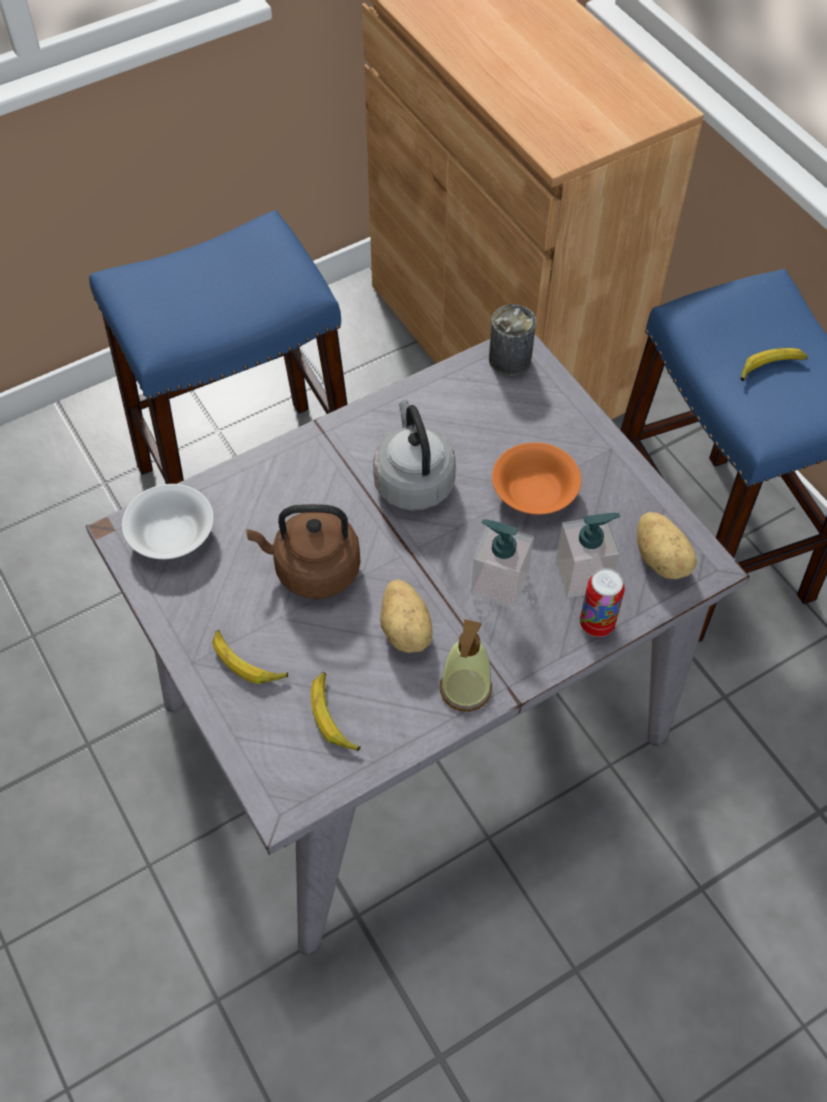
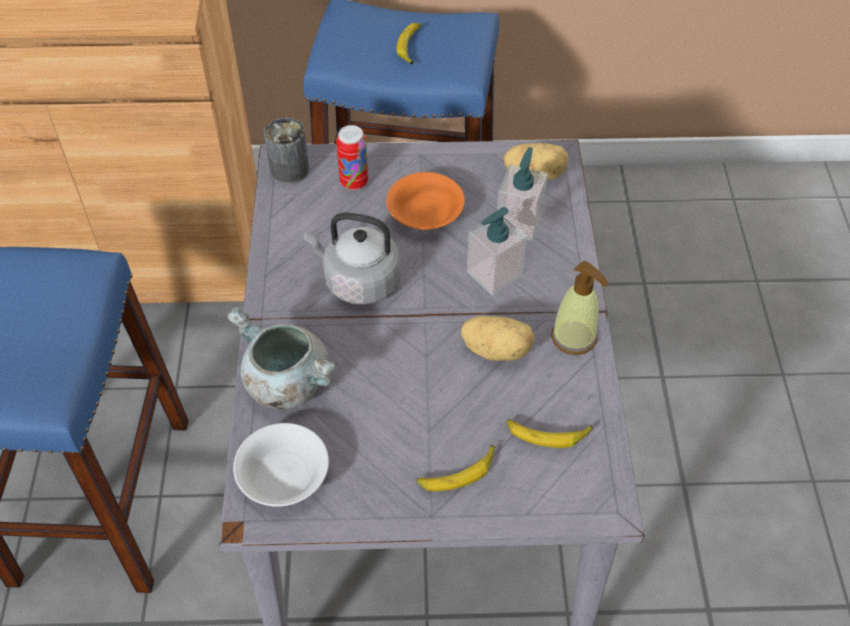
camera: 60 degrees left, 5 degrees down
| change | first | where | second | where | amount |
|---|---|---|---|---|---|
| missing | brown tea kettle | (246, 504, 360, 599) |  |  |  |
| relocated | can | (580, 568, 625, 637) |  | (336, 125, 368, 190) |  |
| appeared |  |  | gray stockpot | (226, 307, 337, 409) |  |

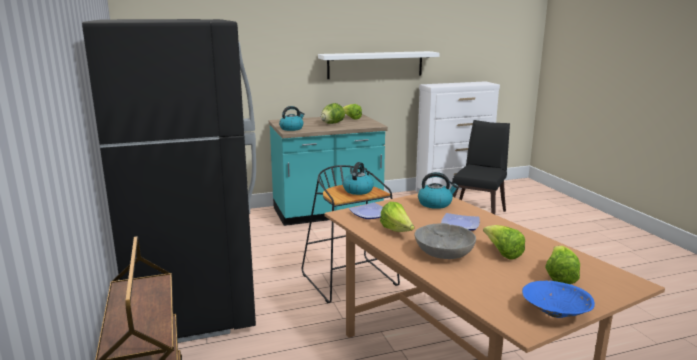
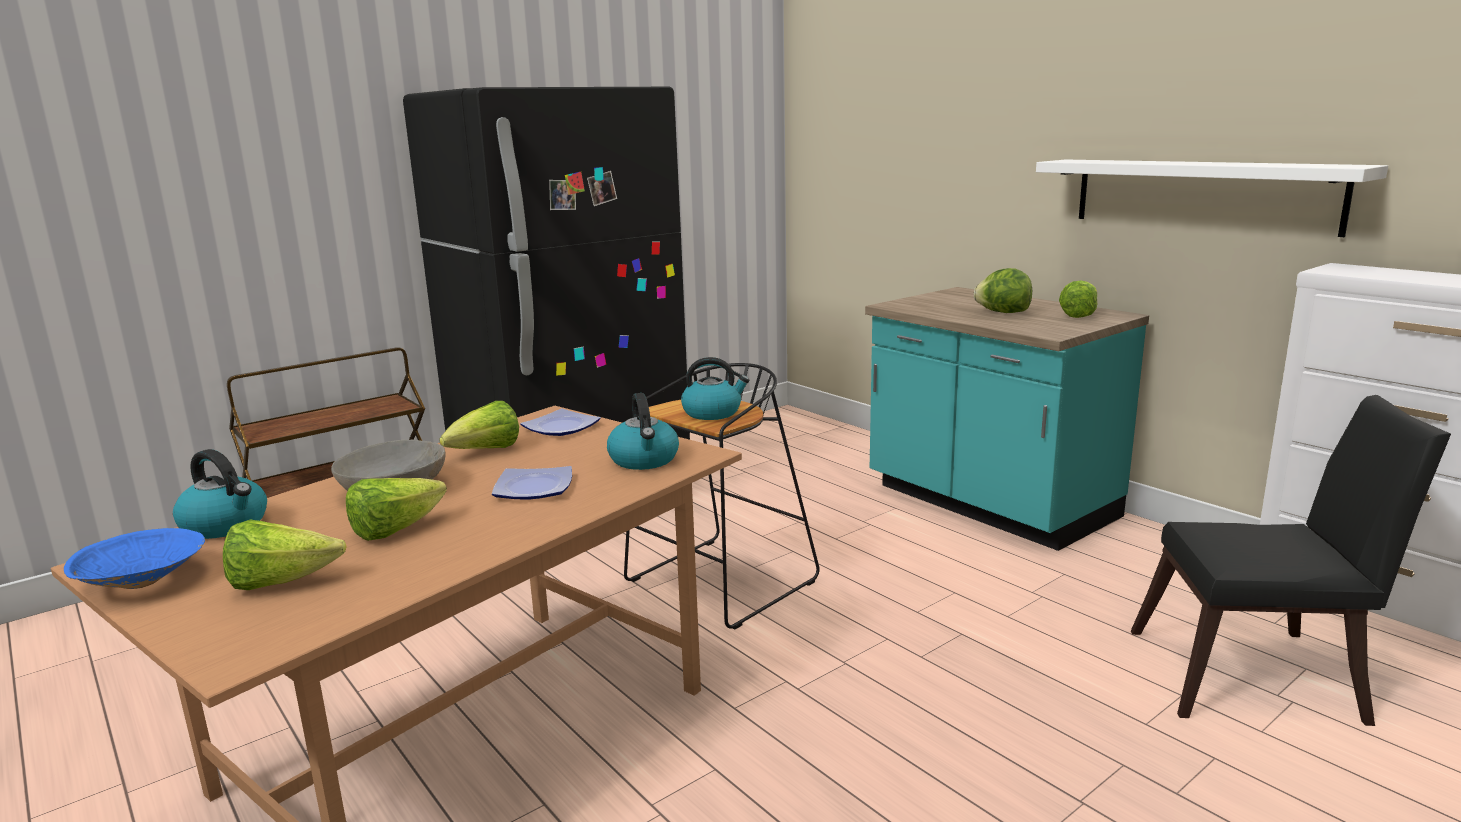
camera: 70 degrees right, 0 degrees up
| change | first | where | second | where | amount |
|---|---|---|---|---|---|
| relocated | tea kettle | (279, 106, 305, 131) |  | (173, 449, 267, 539) |  |

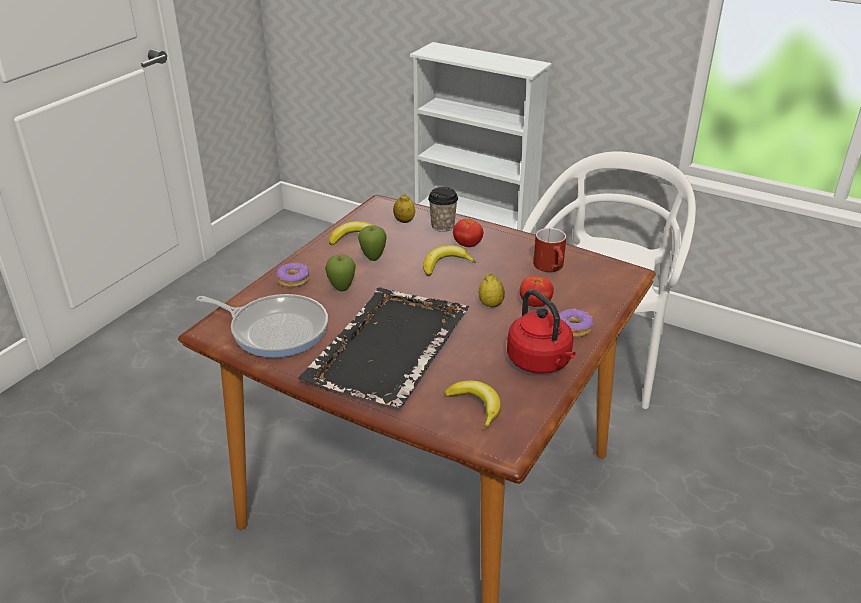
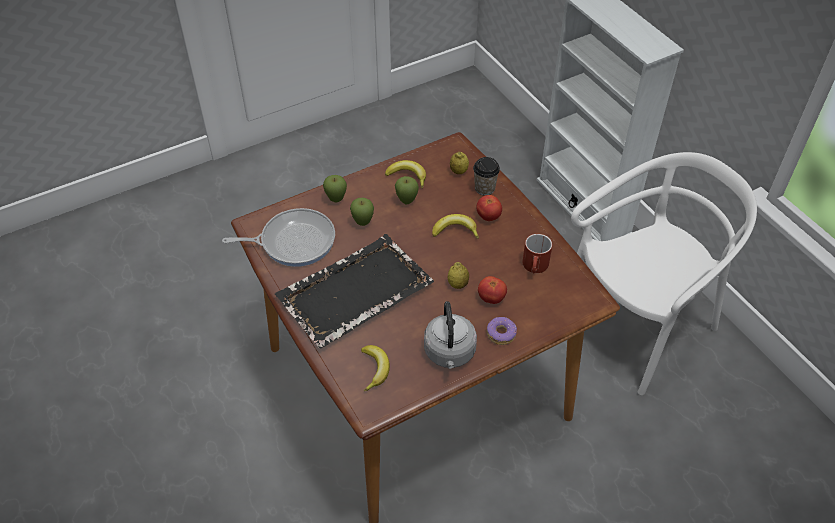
camera: 30 degrees right, 15 degrees up
| change | first | where | second | where | amount |
|---|---|---|---|---|---|
| spun | pan | (196, 294, 328, 358) |  | (222, 208, 335, 267) | 60 degrees counterclockwise |
| exchanged | donut | (277, 263, 309, 287) | apple fruit | (323, 175, 347, 202) |  |
| colour | red tea kettle | (507, 290, 576, 374) | gray tea kettle | (424, 301, 477, 369) |  |

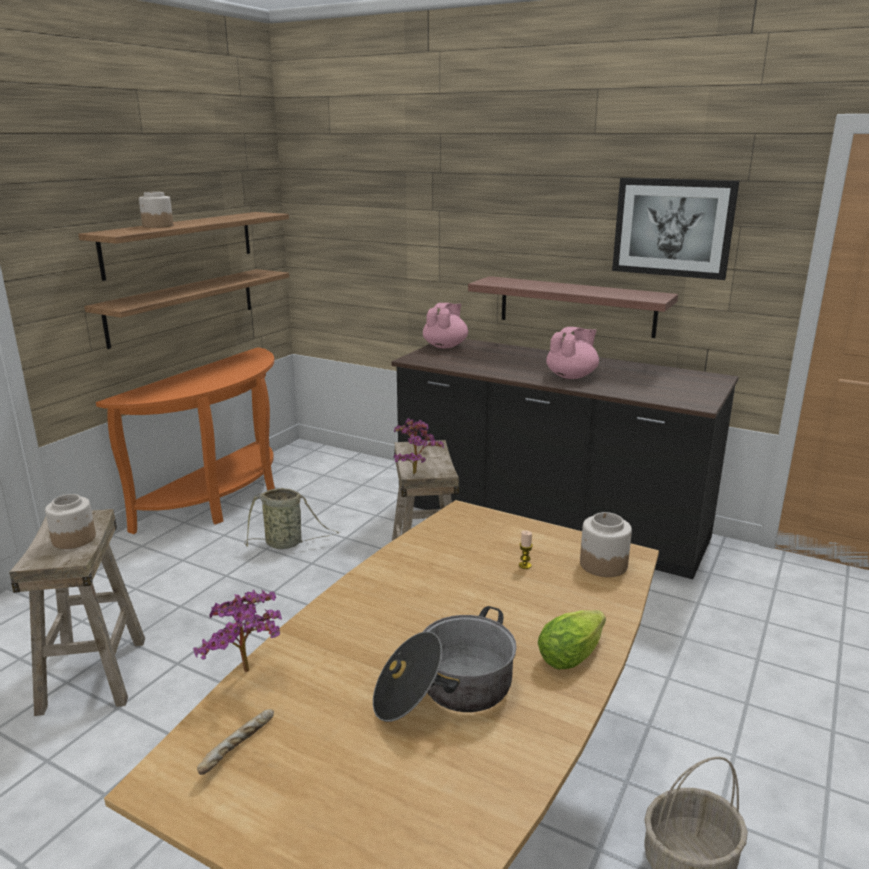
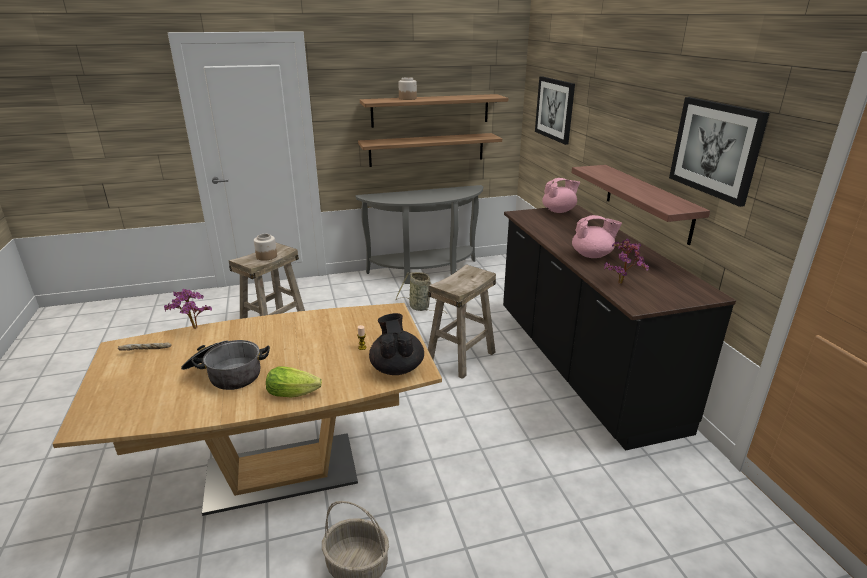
camera: 45 degrees right, 5 degrees up
| change | first | where | second | where | amount |
|---|---|---|---|---|---|
| colour | orange-coloured hall table | (96, 347, 275, 534) | gray hall table | (355, 185, 483, 284) |  |
| relocated | potted plant | (393, 418, 444, 474) |  | (604, 239, 649, 284) |  |
| exchanged | preserve jar | (580, 512, 632, 577) | black teapot | (369, 313, 424, 375) |  |
| appeared |  |  | picture | (535, 76, 575, 145) |  |

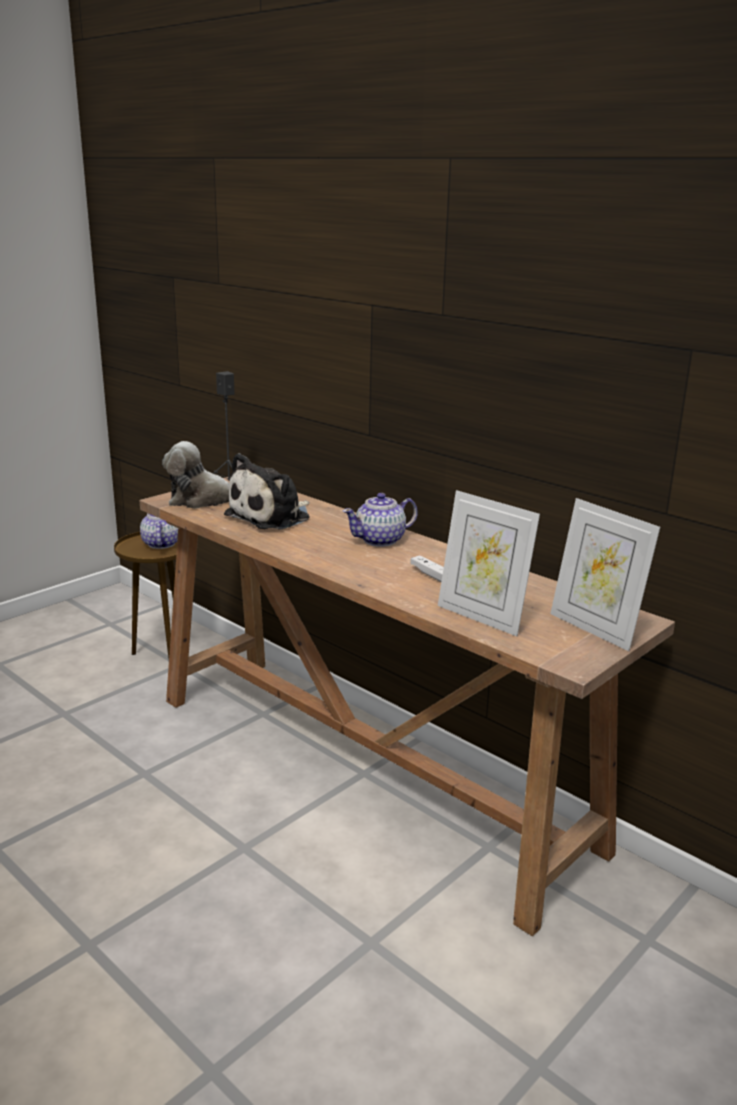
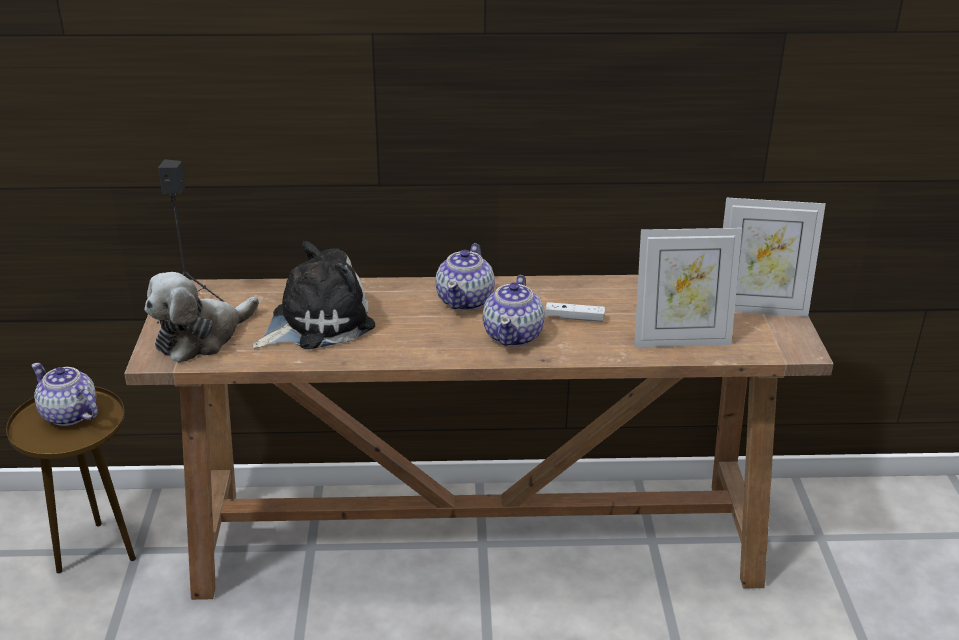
camera: 45 degrees left, 10 degrees up
| change | first | where | second | where | amount |
|---|---|---|---|---|---|
| spun | cuddly toy | (224, 453, 310, 529) |  | (253, 241, 375, 349) | 120 degrees counterclockwise |
| appeared |  |  | teapot | (483, 275, 545, 347) |  |

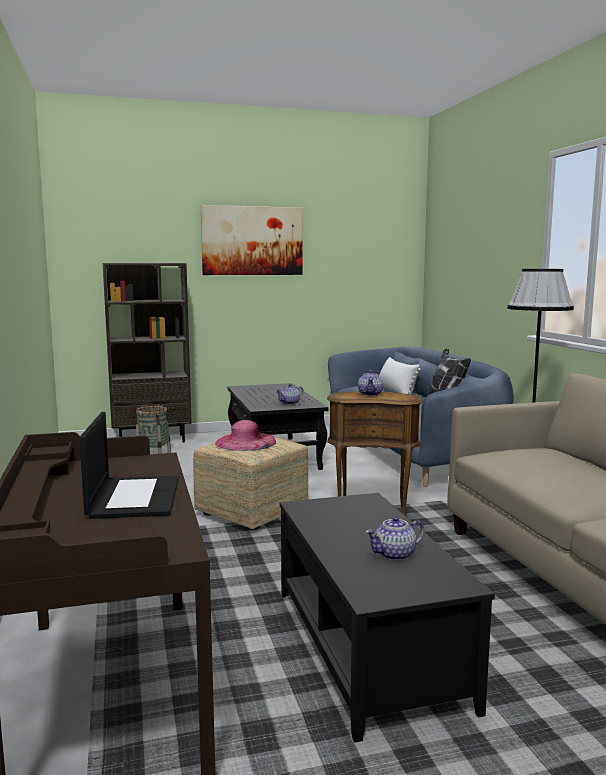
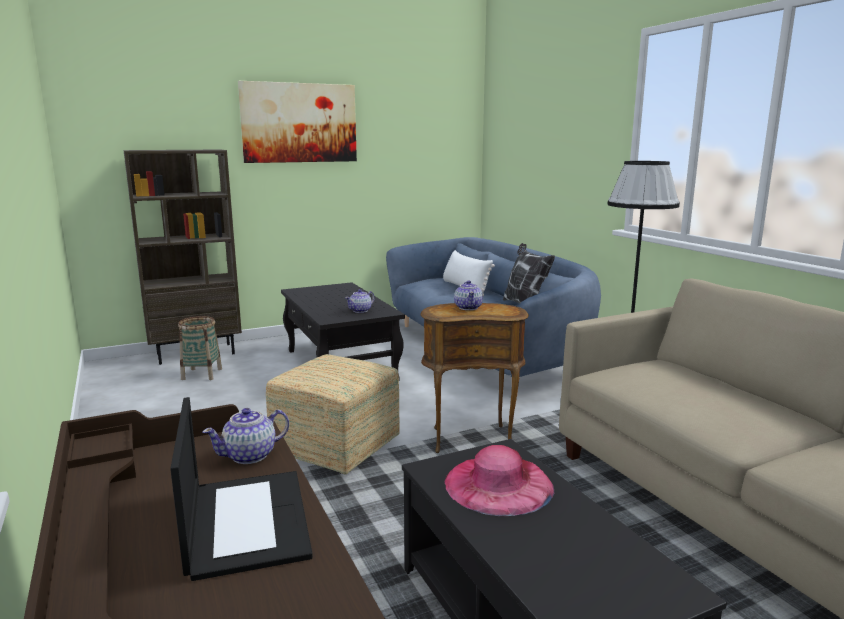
camera: 10 degrees left, 5 degrees up
| change | first | where | second | where | amount |
|---|---|---|---|---|---|
| relocated | pink clothing hat | (215, 420, 276, 451) |  | (445, 445, 554, 516) |  |
| relocated | teapot | (365, 516, 424, 561) |  | (202, 408, 289, 464) |  |

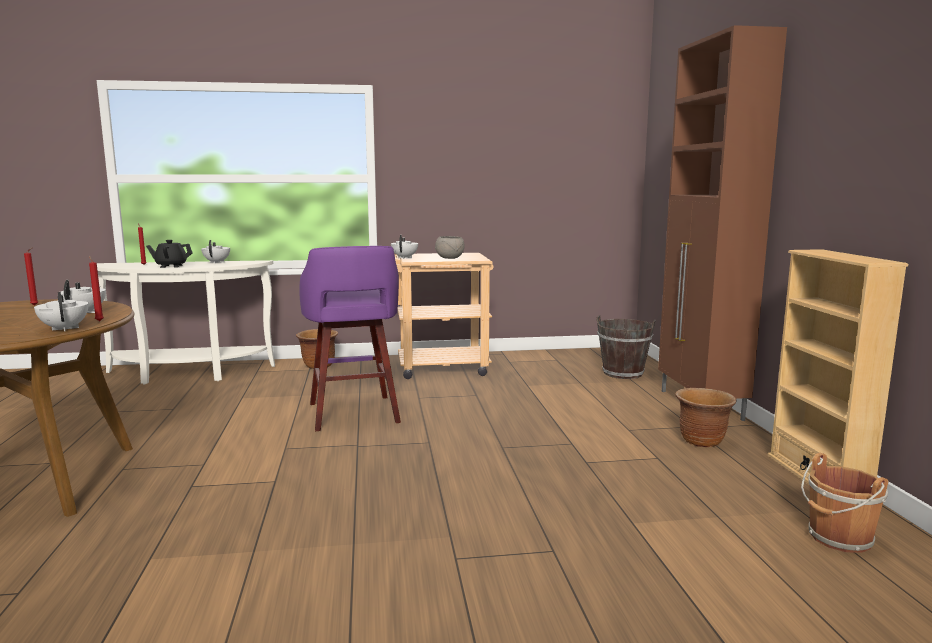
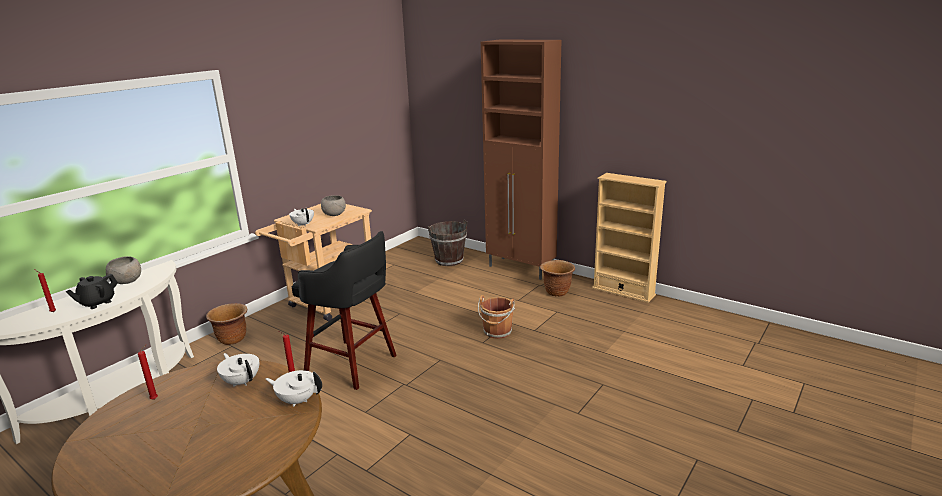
camera: 45 degrees left, 10 degrees up
| change | first | where | second | where | amount |
|---|---|---|---|---|---|
| exchanged | whitish teapot | (201, 240, 230, 263) | gray bowl | (106, 256, 141, 284) |  |
| colour | purple stool seat | (299, 246, 401, 431) | black stool seat | (292, 231, 397, 390) |  |
| relocated | brown bucket | (801, 453, 889, 553) |  | (478, 295, 515, 339) |  |

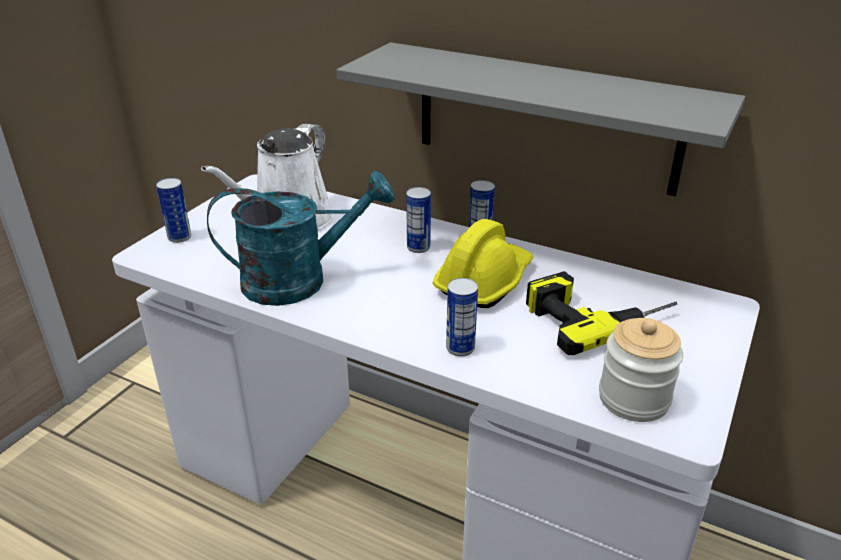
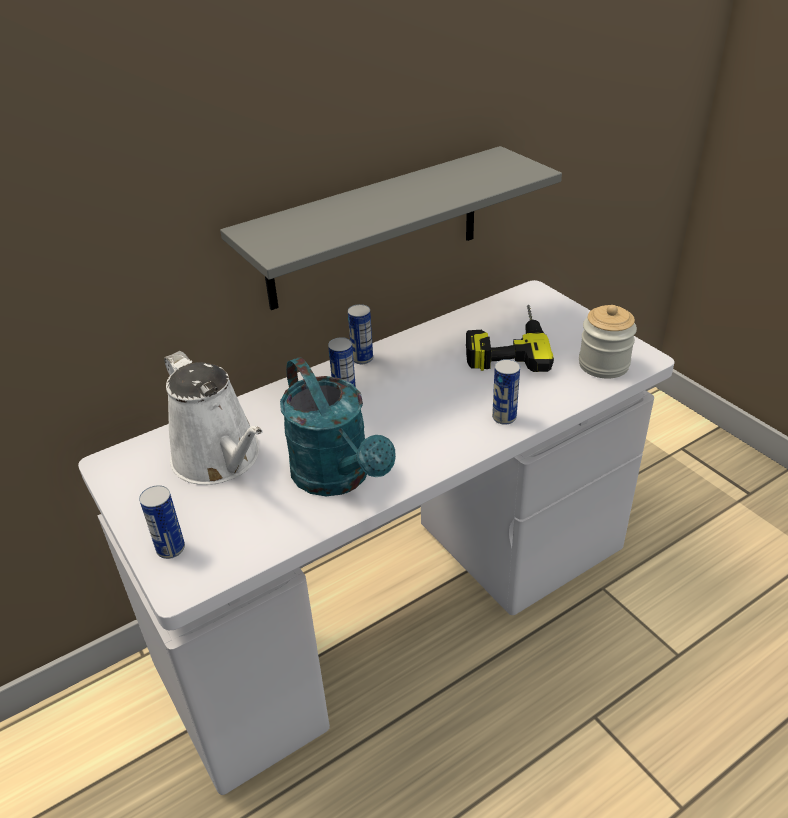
camera: 60 degrees left, 5 degrees up
| change | first | where | second | where | amount |
|---|---|---|---|---|---|
| spun | turquoise-coloured watering pot | (207, 171, 395, 306) |  | (280, 357, 396, 496) | 135 degrees clockwise |
| missing | yellow safety helmet | (433, 219, 533, 308) |  |  |  |

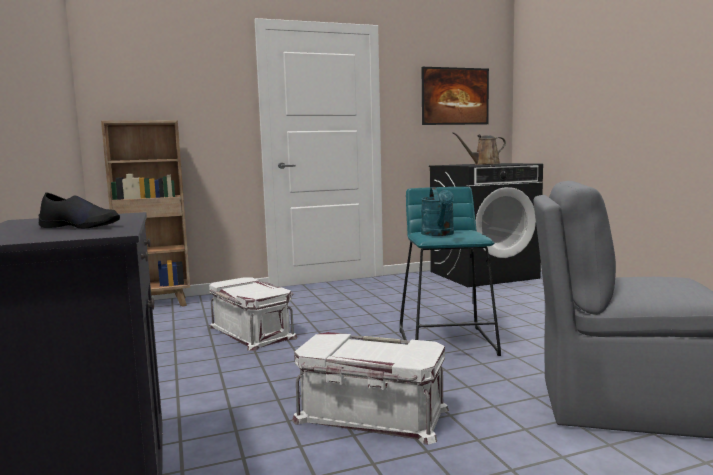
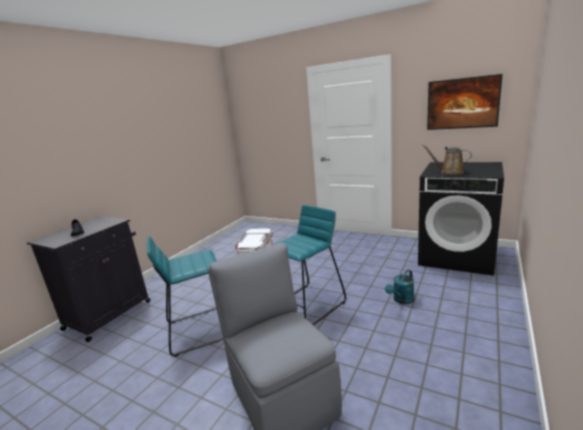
camera: 50 degrees right, 10 degrees up
| change | first | where | second | where | amount |
|---|---|---|---|---|---|
| missing | brown shelving unit | (101, 120, 190, 307) |  |  |  |
| exchanged | whitish storage bin | (292, 332, 449, 445) | turquoise-coloured stool seat | (147, 236, 223, 357) |  |
| relocated | turquoise-coloured watering pot | (421, 187, 454, 236) |  | (385, 270, 414, 304) |  |

